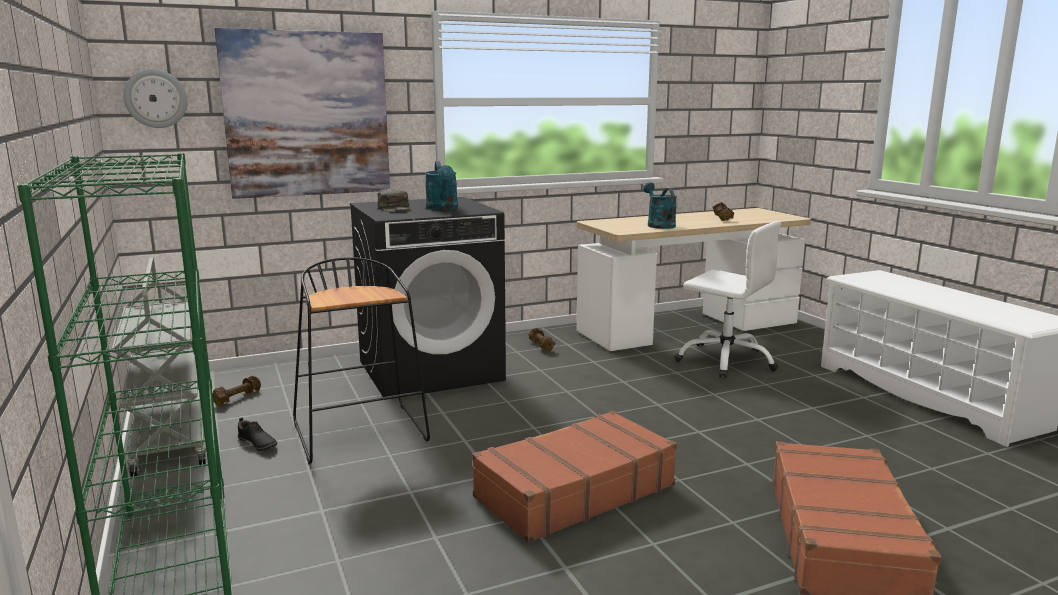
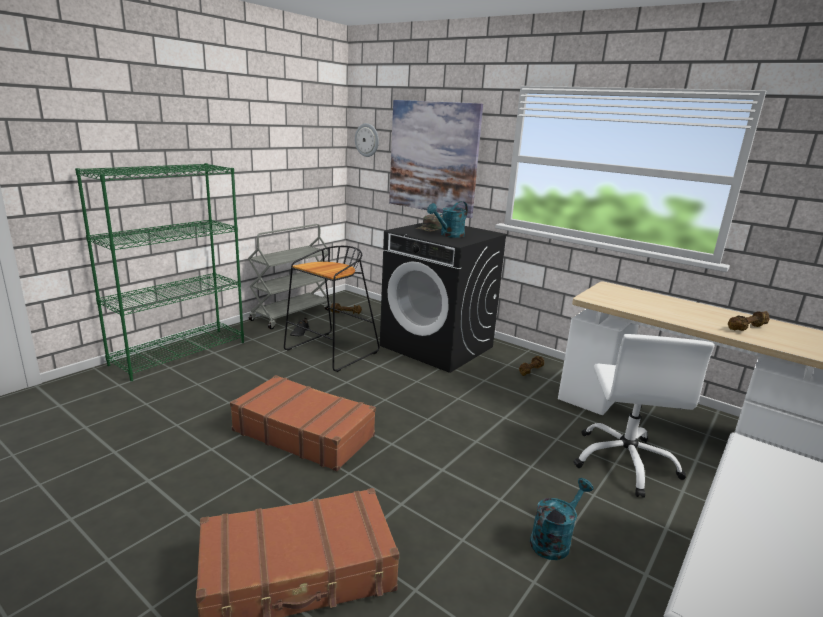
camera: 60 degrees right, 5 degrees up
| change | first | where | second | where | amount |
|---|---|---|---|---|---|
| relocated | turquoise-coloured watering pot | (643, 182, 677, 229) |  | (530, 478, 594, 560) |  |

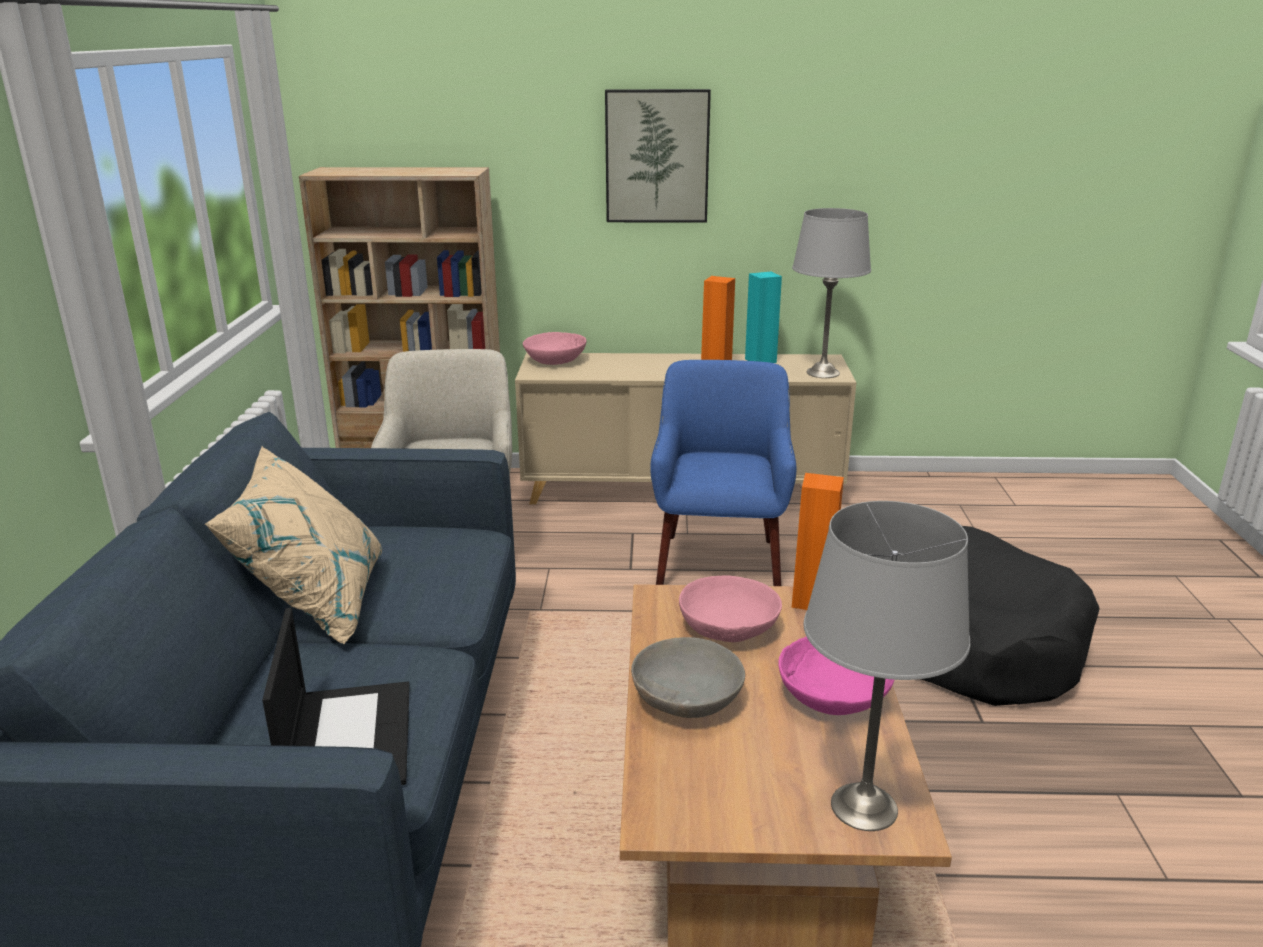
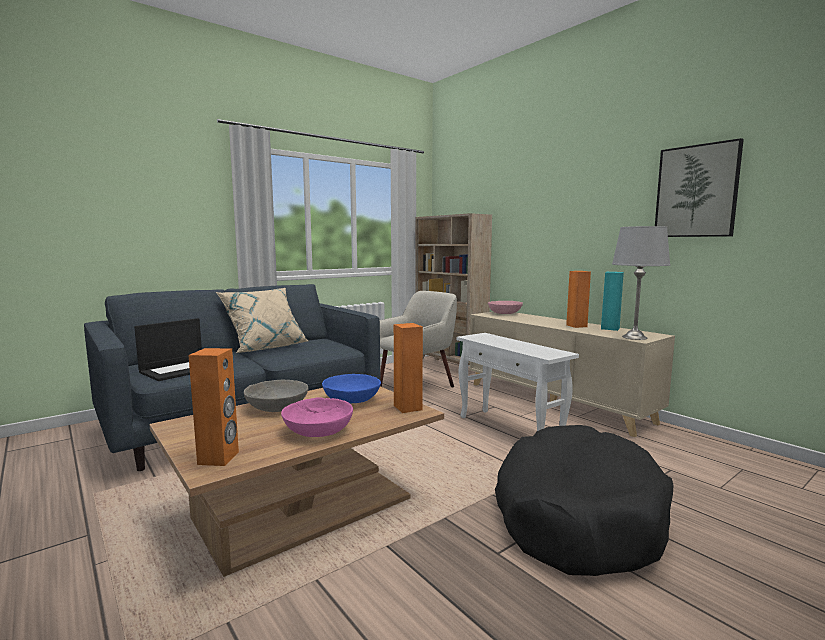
camera: 50 degrees right, 15 degrees down
| change | first | where | second | where | amount |
|---|---|---|---|---|---|
| relocated | picture | (605, 89, 711, 223) |  | (655, 138, 744, 237) |  |
| exchanged | blue easy chair | (650, 360, 796, 586) | whitish side table | (457, 333, 579, 431) |  |
| colour | pink bowl | (679, 575, 782, 642) | blue bowl | (322, 374, 381, 403) |  |
| exchanged | gray lamp for a table | (803, 501, 970, 831) | orange-coloured audio speaker | (189, 348, 239, 466) |  |

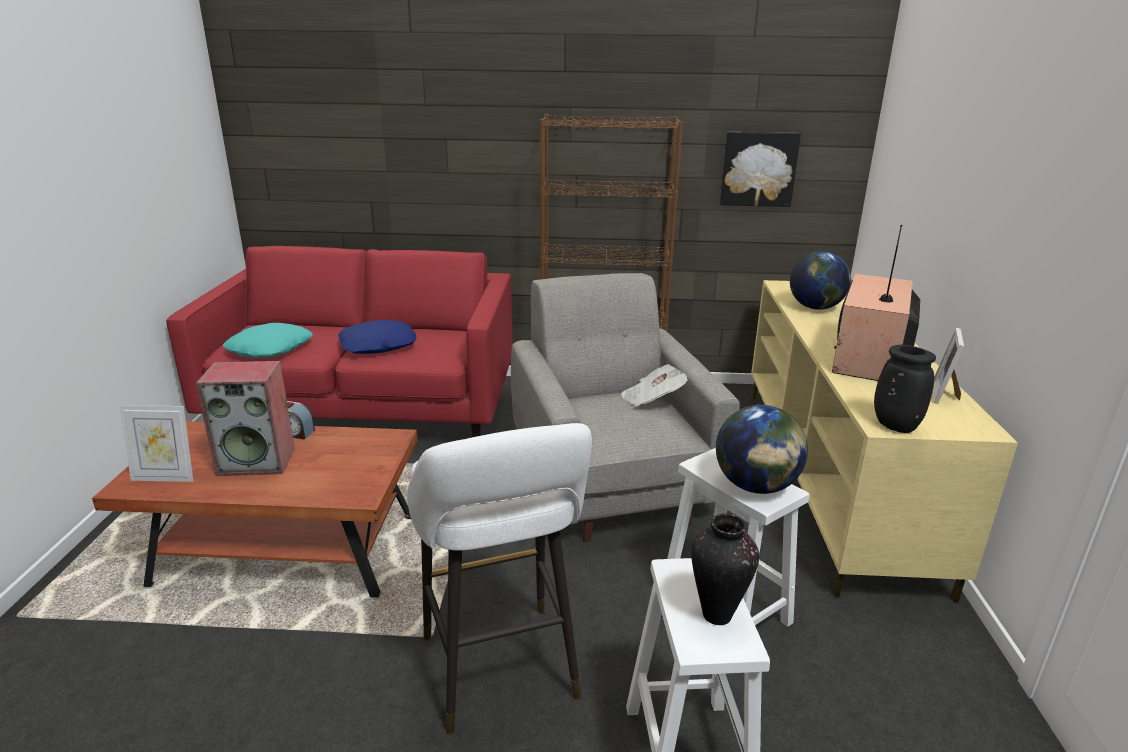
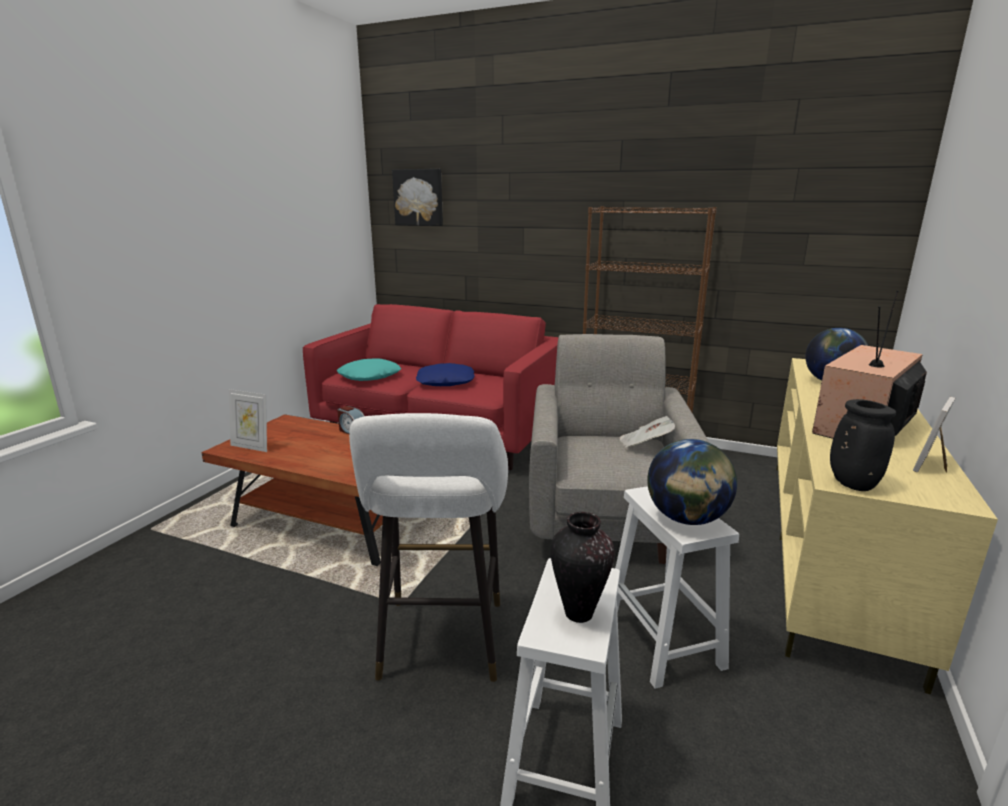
camera: 20 degrees right, 5 degrees down
| change | first | where | second | where | amount |
|---|---|---|---|---|---|
| missing | audio speaker | (196, 361, 295, 476) |  |  |  |
| relocated | picture | (720, 132, 801, 207) |  | (392, 169, 443, 226) |  |

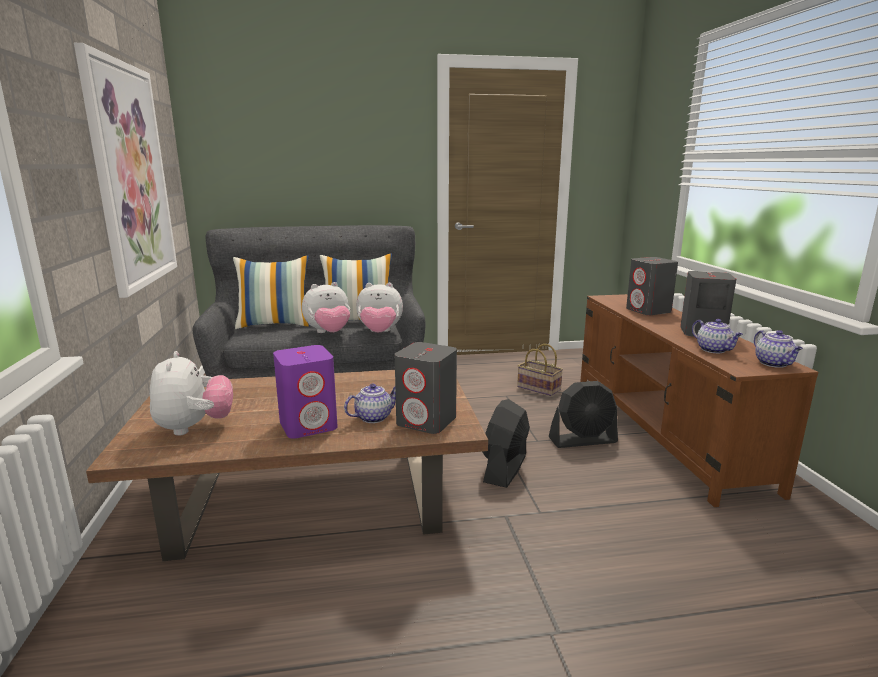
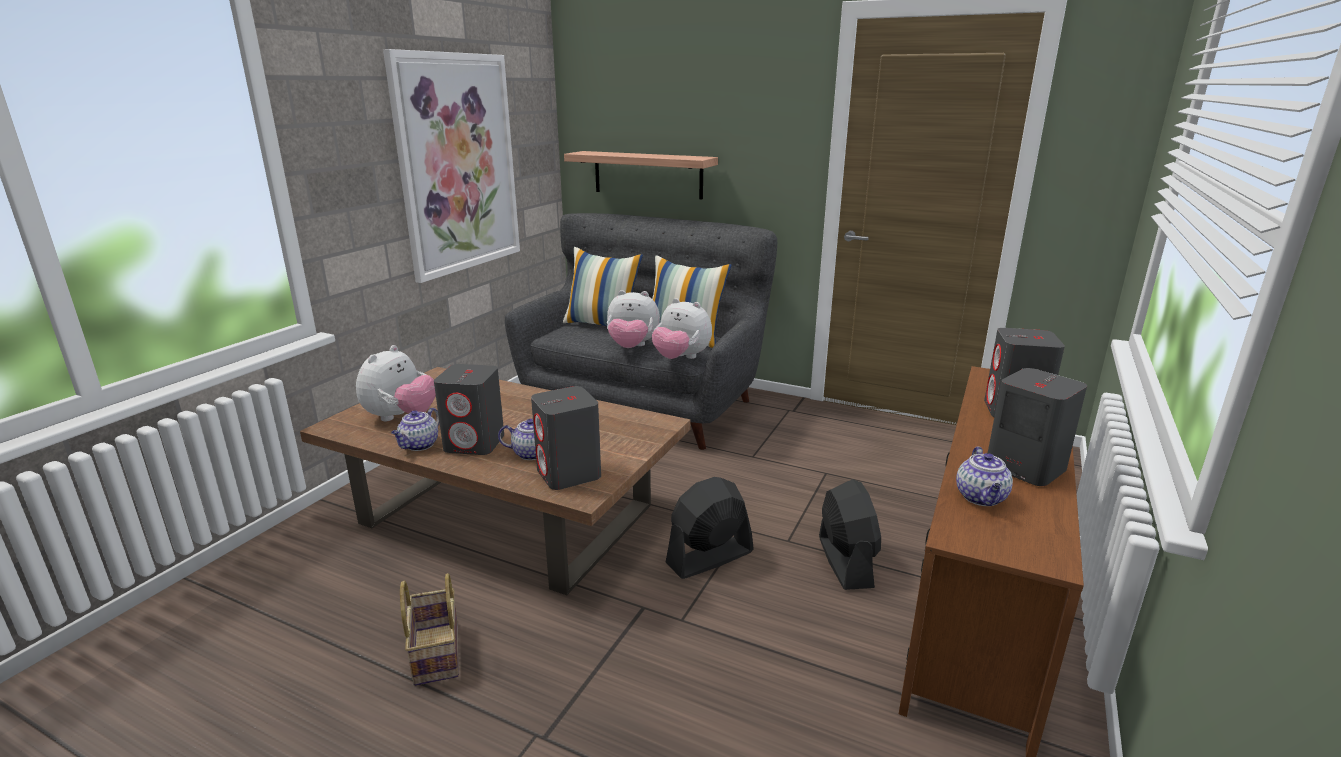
camera: 35 degrees right, 5 degrees up
| change | first | where | second | where | amount |
|---|---|---|---|---|---|
| colour | purple audio speaker | (273, 345, 338, 439) | gray audio speaker | (434, 364, 504, 455) |  |
| relocated | storage basket | (517, 344, 563, 396) |  | (400, 573, 459, 686) |  |
| spun | black fan | (549, 381, 618, 448) |  | (819, 479, 881, 590) | 120 degrees counterclockwise |
| relocated | teapot | (754, 330, 803, 368) |  | (391, 408, 440, 451) |  |
| appeared |  |  | wall shelf | (564, 151, 718, 199) |  |

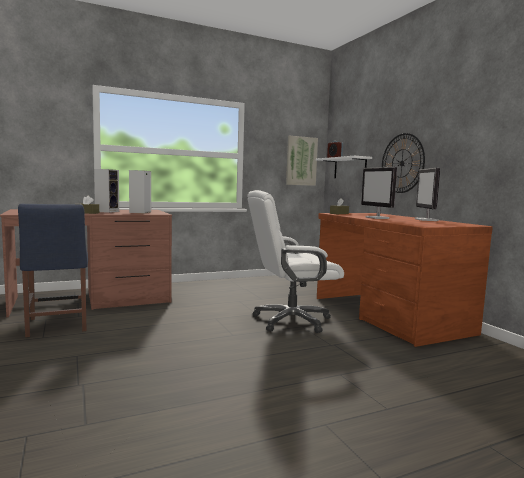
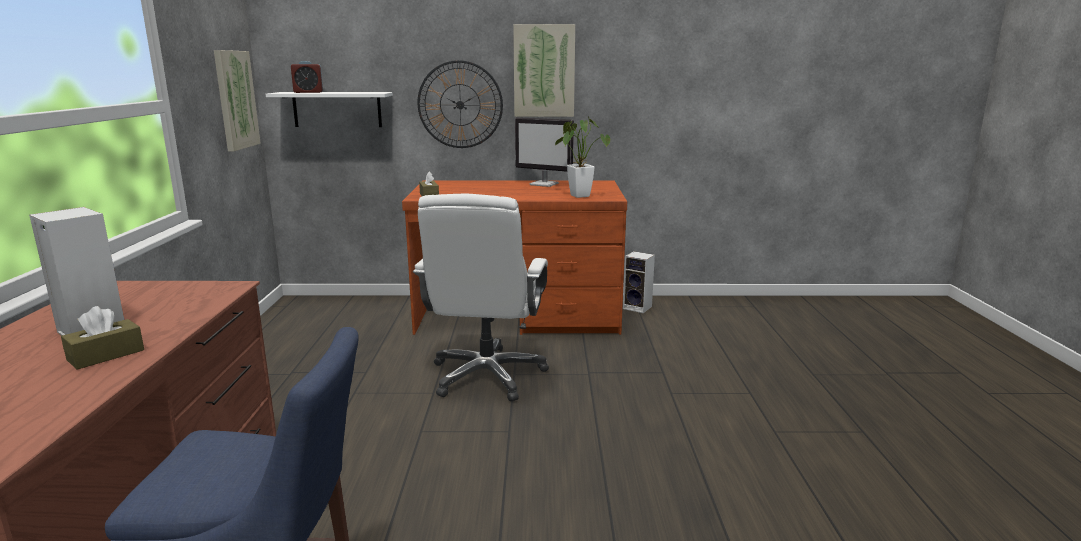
camera: 65 degrees left, 10 degrees up
| change | first | where | second | where | amount |
|---|---|---|---|---|---|
| relocated | audio speaker | (129, 170, 151, 213) |  | (623, 251, 655, 313) |  |
| missing | computer display | (361, 167, 397, 219) |  |  |  |
| appeared |  |  | picture | (513, 24, 575, 117) |  |
| appeared |  |  | potted plant | (555, 116, 610, 198) |  |

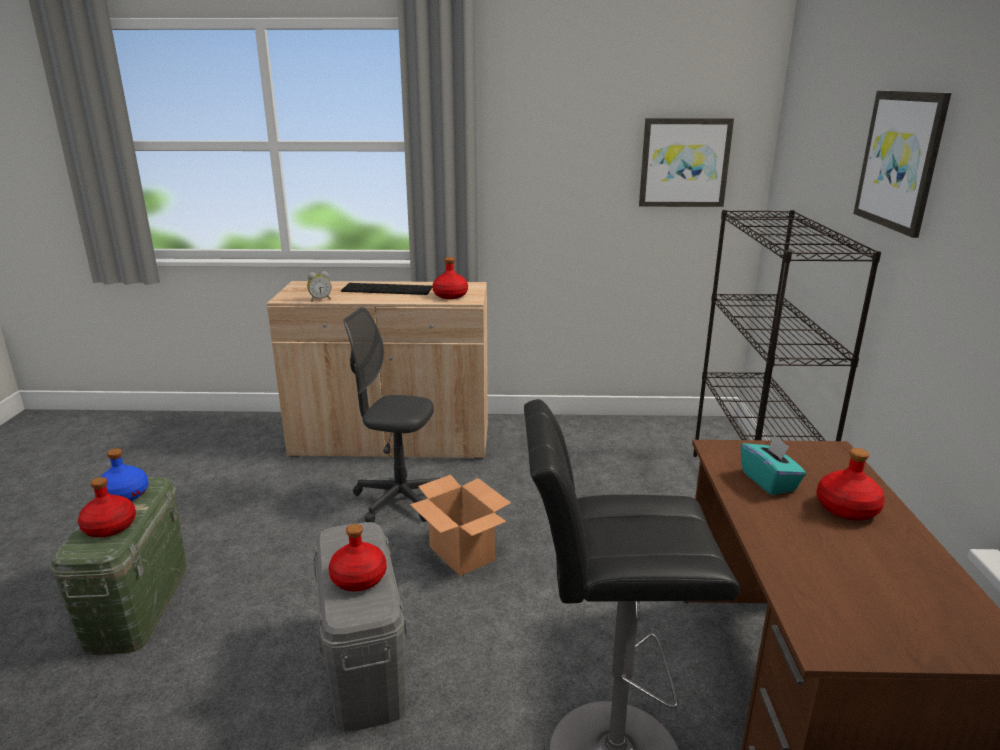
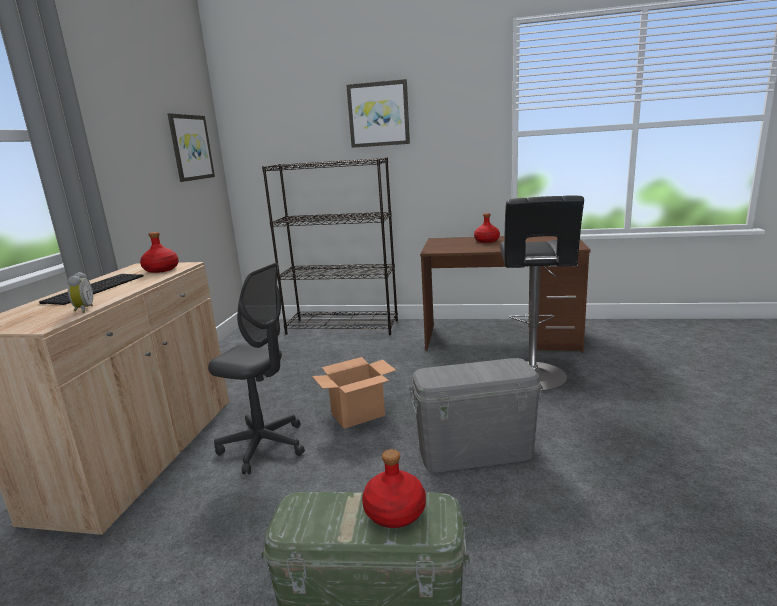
camera: 80 degrees left, 5 degrees down
| change | first | where | second | where | amount |
|---|---|---|---|---|---|
| missing | blue beverage bottle | (101, 448, 149, 501) |  |  |  |
| missing | red beverage bottle | (329, 524, 386, 591) |  |  |  |
| spun | gray desk chair | (343, 307, 440, 523) |  | (208, 263, 305, 474) | 90 degrees counterclockwise |
| missing | turquoise-coloured tissue box | (741, 435, 806, 495) |  |  |  |

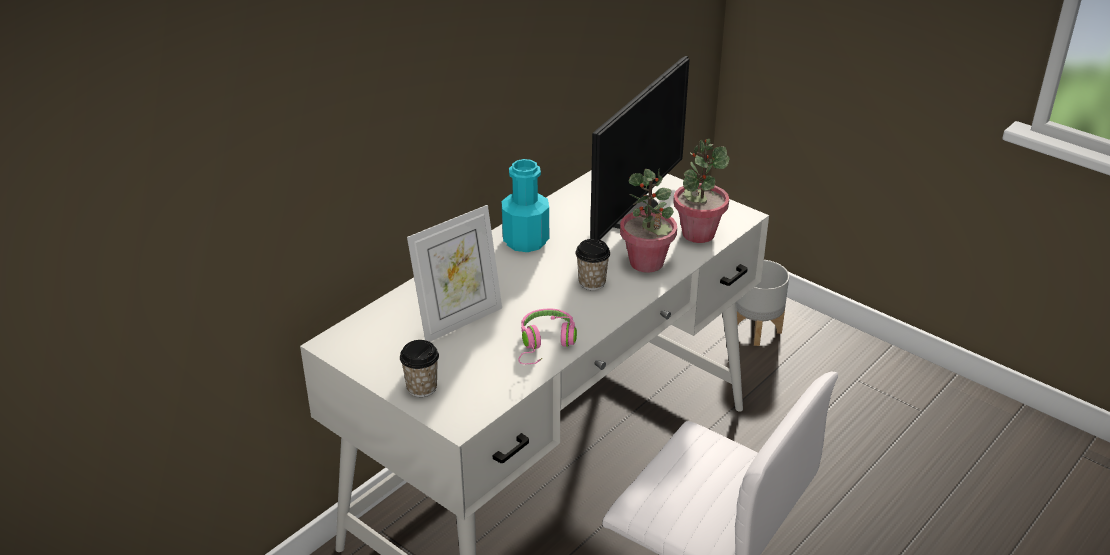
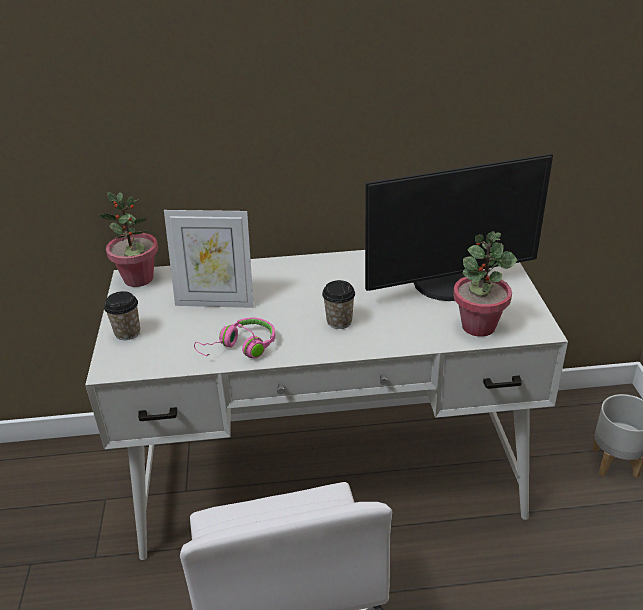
camera: 45 degrees right, 0 degrees up
| change | first | where | second | where | amount |
|---|---|---|---|---|---|
| missing | turquoise-coloured beverage bottle | (502, 159, 549, 252) |  |  |  |
| relocated | potted plant | (620, 169, 677, 273) |  | (98, 192, 158, 287) |  |

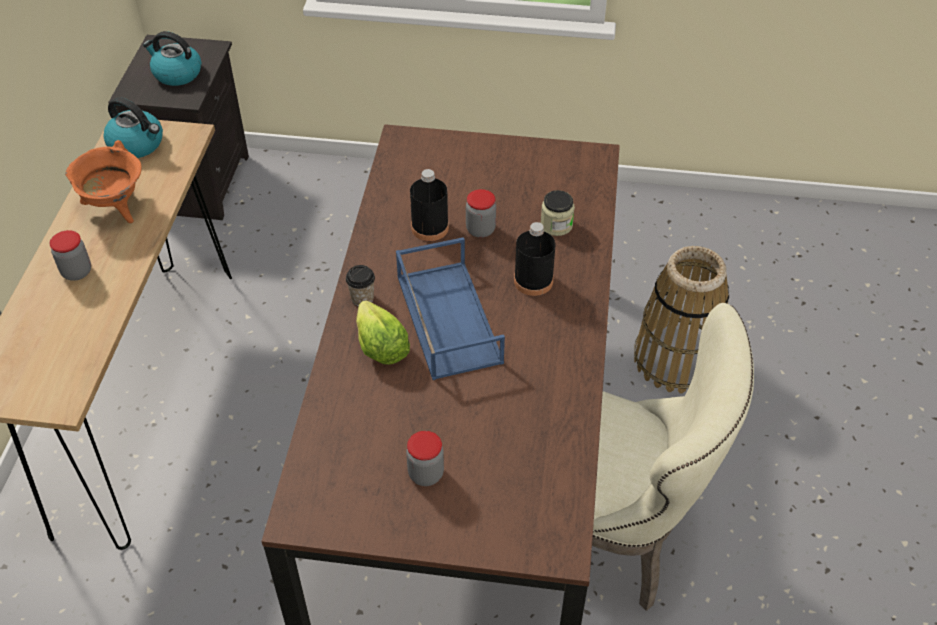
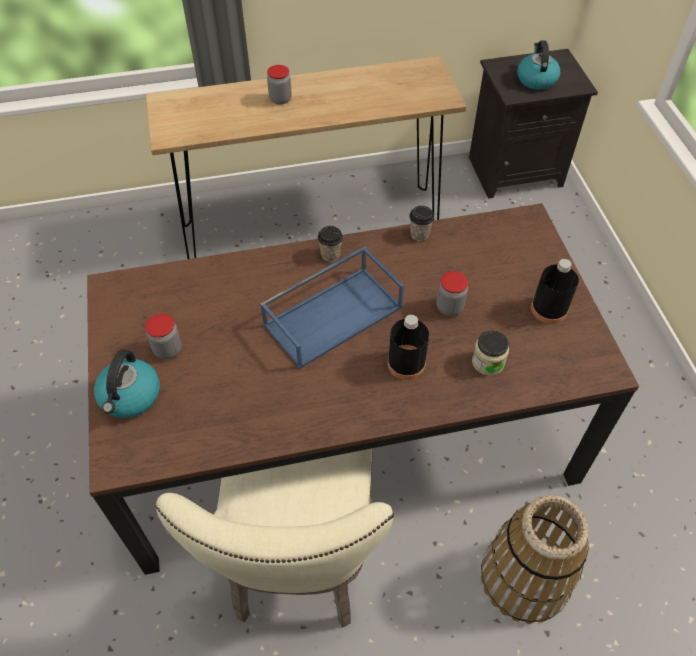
camera: 70 degrees right, 5 degrees up
| change | first | where | second | where | amount |
|---|---|---|---|---|---|
| missing | orange-coloured stockpot | (65, 140, 142, 223) |  |  |  |
| relocated | tea kettle | (104, 97, 163, 158) |  | (94, 349, 160, 418) |  |
| missing | lettuce | (356, 300, 410, 365) |  |  |  |
| relocated | black beverage bottle | (410, 169, 449, 241) |  | (531, 259, 579, 324) |  |
| appeared |  |  | drinking cup | (409, 206, 434, 241) |  |

